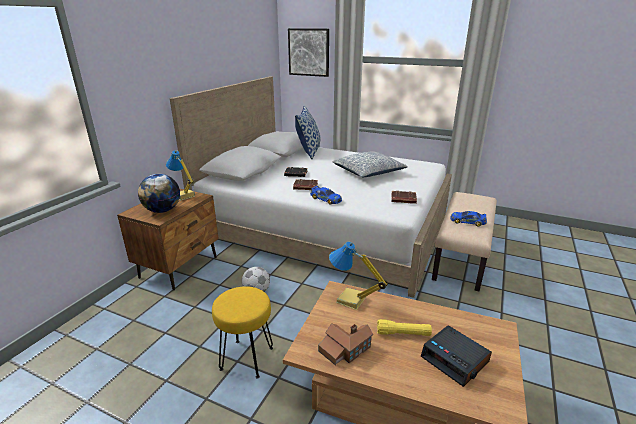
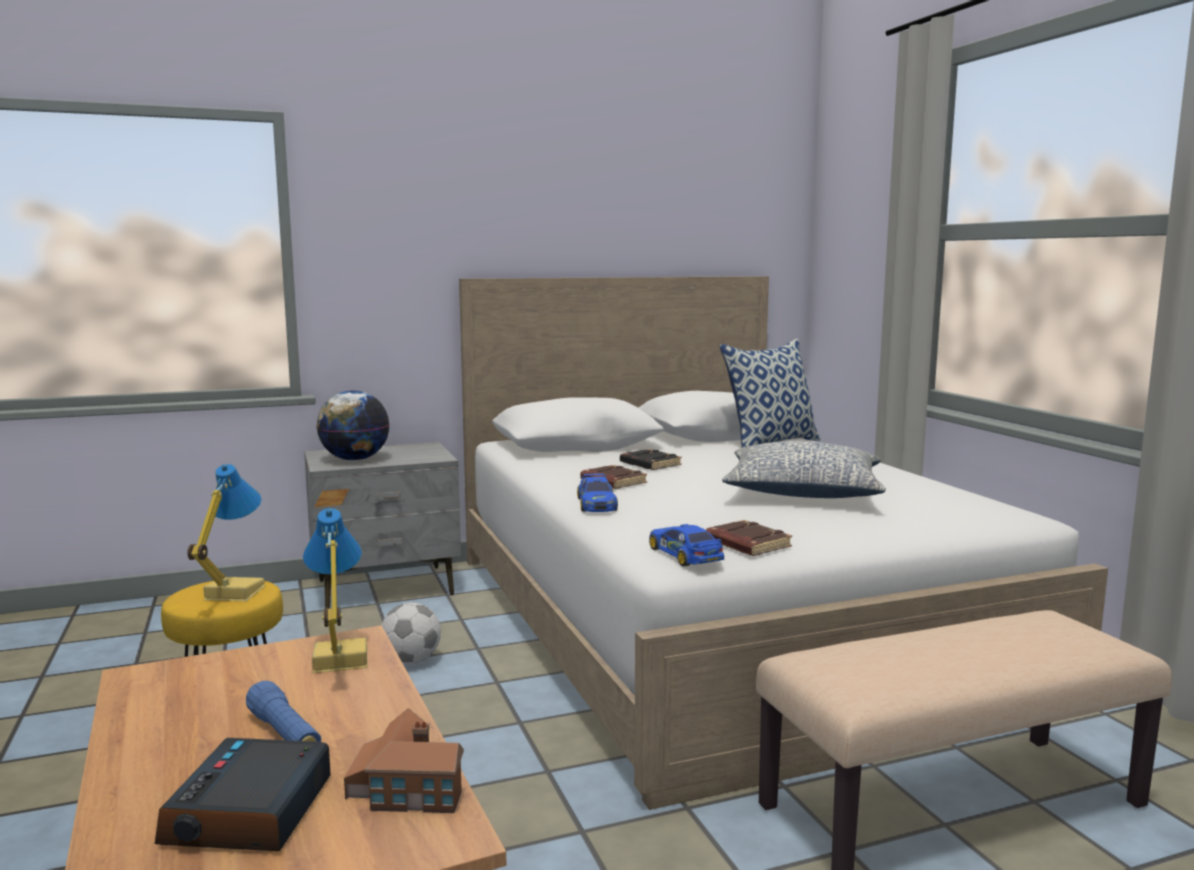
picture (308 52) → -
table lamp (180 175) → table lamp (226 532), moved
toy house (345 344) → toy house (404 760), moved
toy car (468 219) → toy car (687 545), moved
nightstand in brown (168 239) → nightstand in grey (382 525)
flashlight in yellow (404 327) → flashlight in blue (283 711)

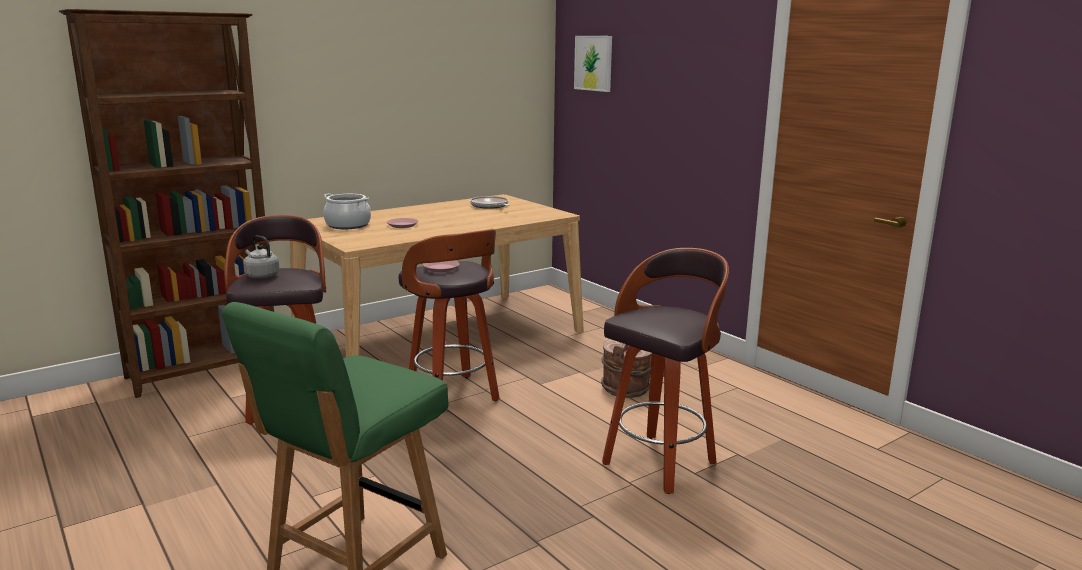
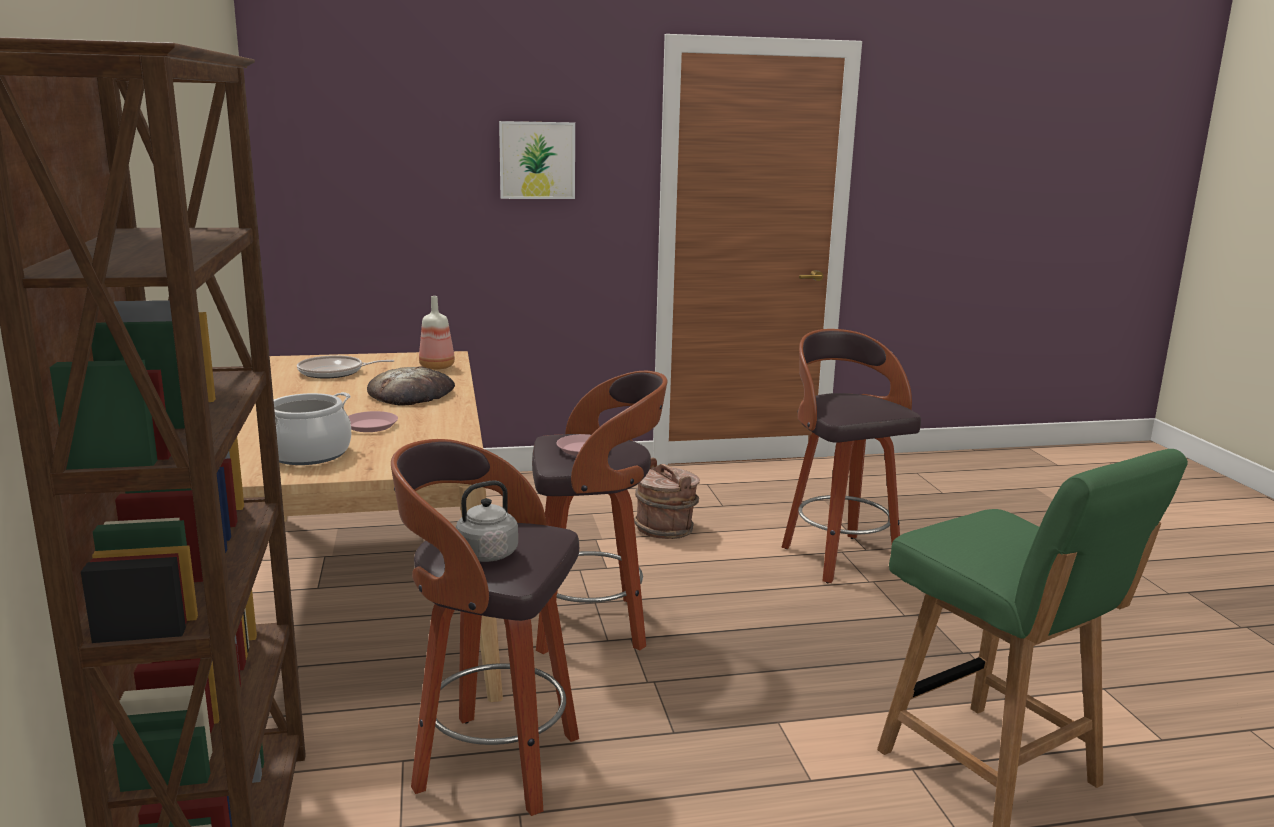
- → bread (411 385)
- → bottle (437 333)
picture (593 64) → picture (537 160), moved

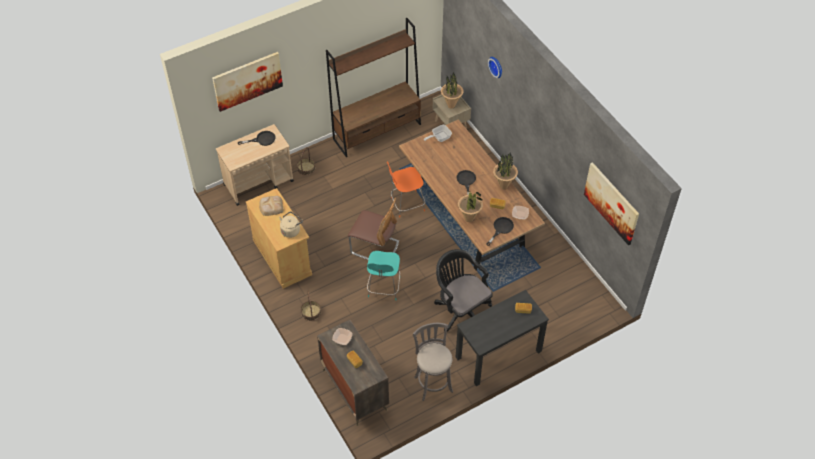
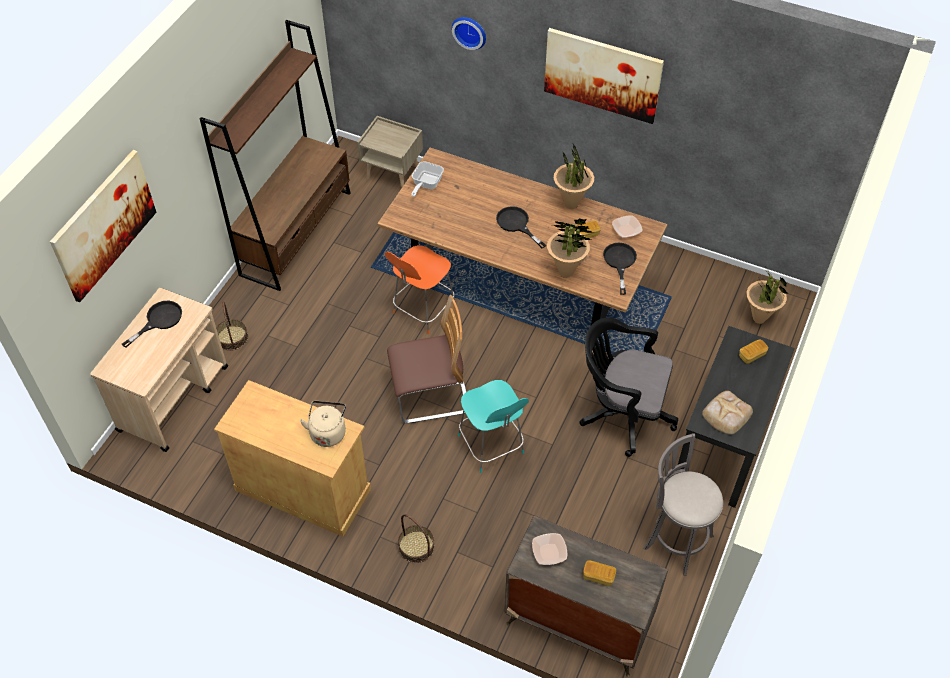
bread (271 206) → bread (727 413), moved
potted plant (452 90) → potted plant (767 296), moved
picture (611 203) → picture (604 76), moved

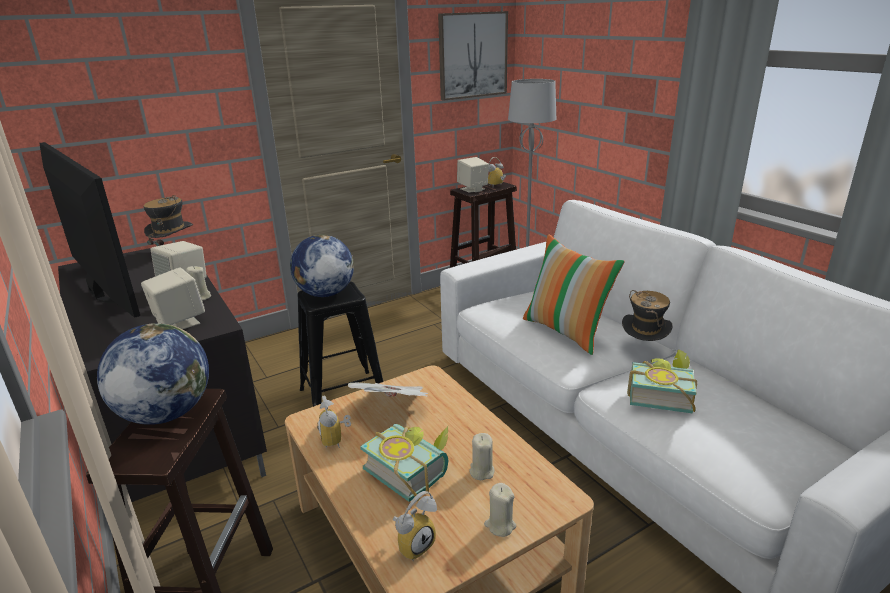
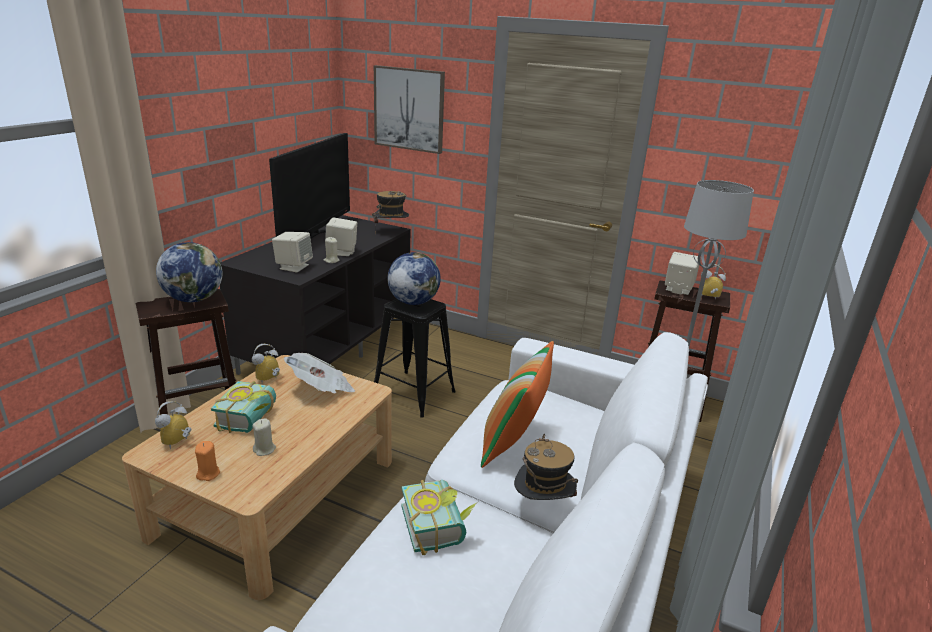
picture (473 56) → picture (409 109), moved
candle in beige (500 510) → candle in orange (207 461)
alarm clock (415 526) → alarm clock (173 425), 105 degrees clockwise

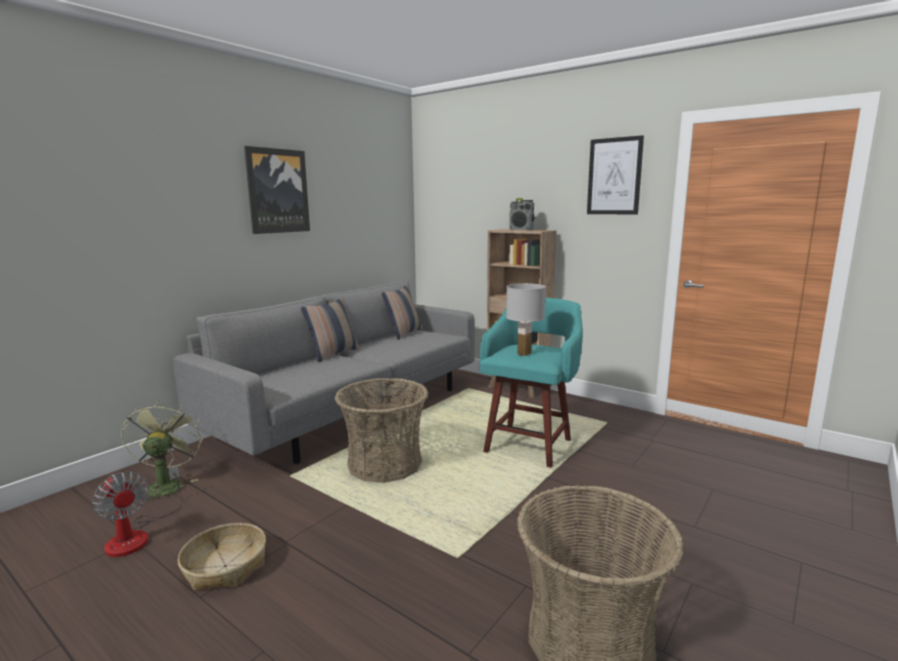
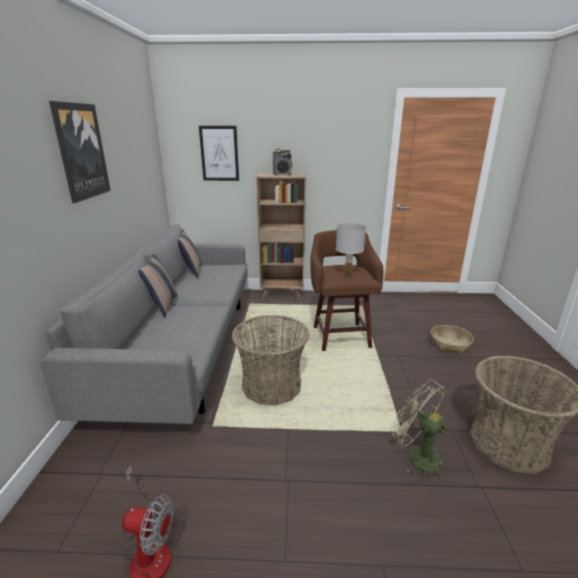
fan in green (162 452) → fan in green (418 430), moved
basket (222 557) → basket (452 339), moved
picture (615 174) → picture (219 153), moved
stool in turquoise (531 383) → stool in brown (347 290)

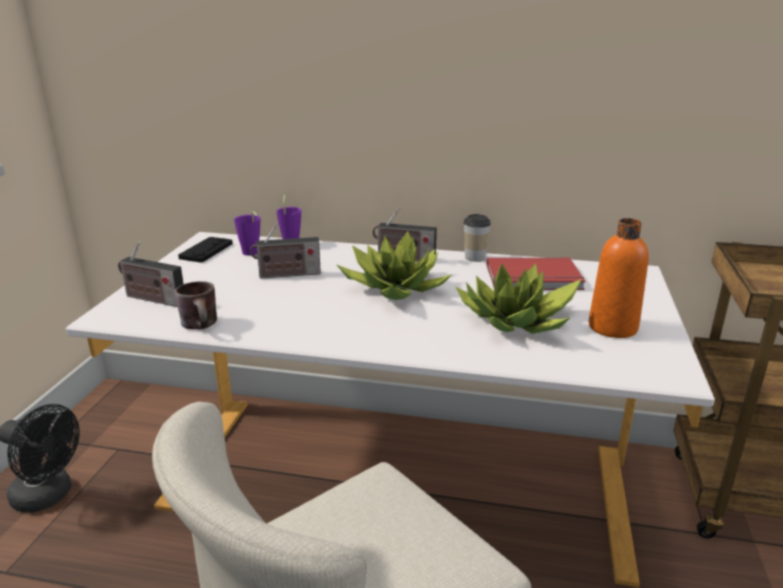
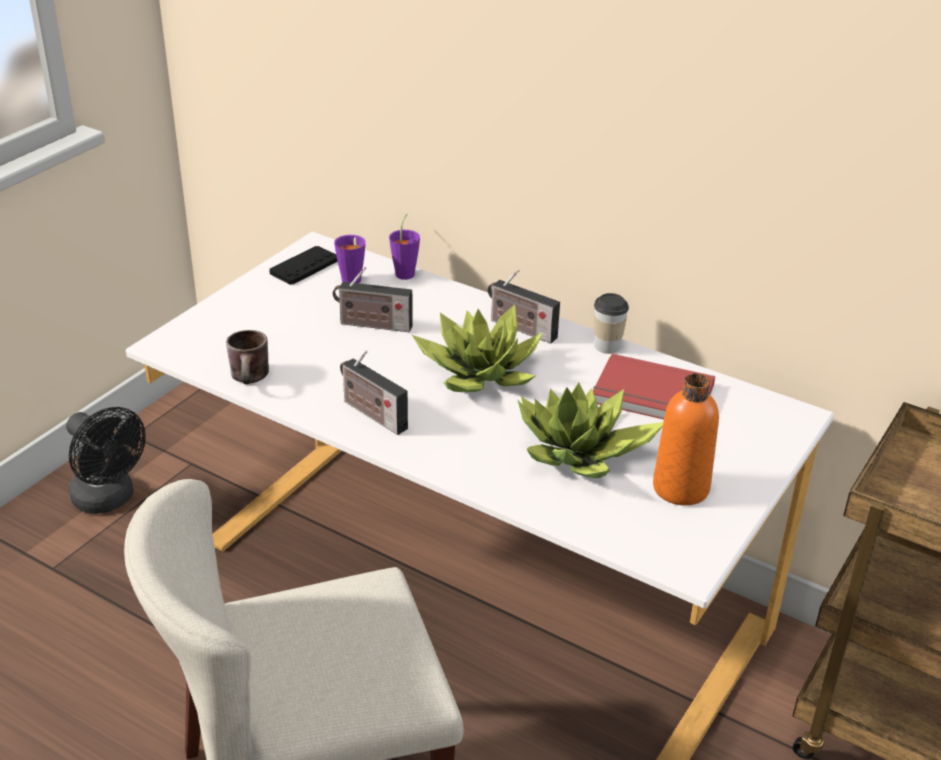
radio (151 274) → radio (374 392), moved

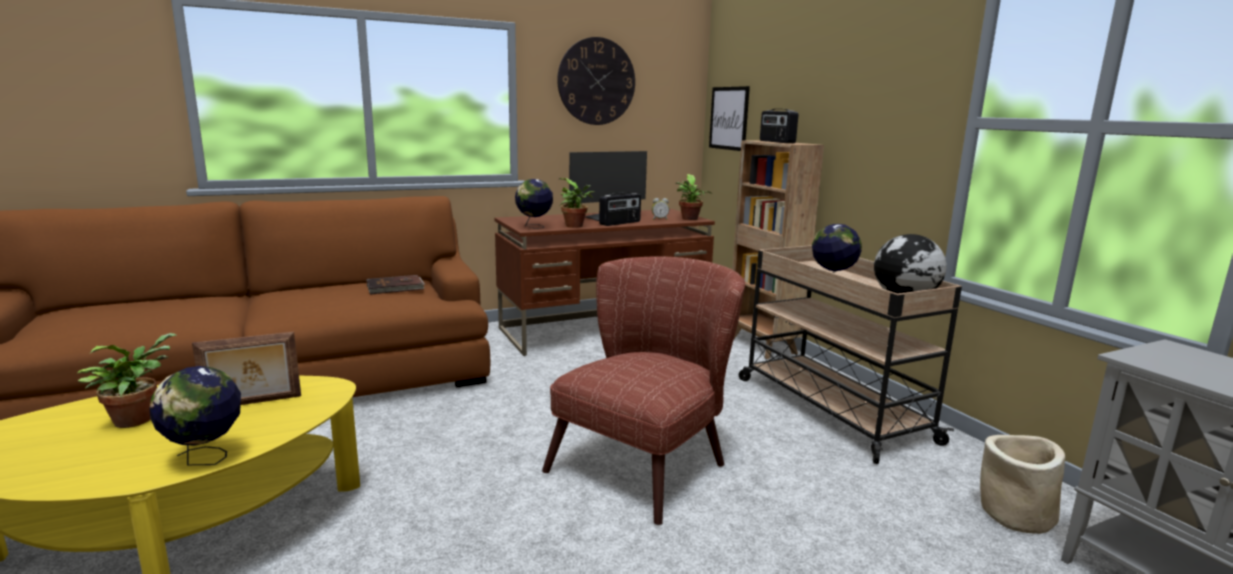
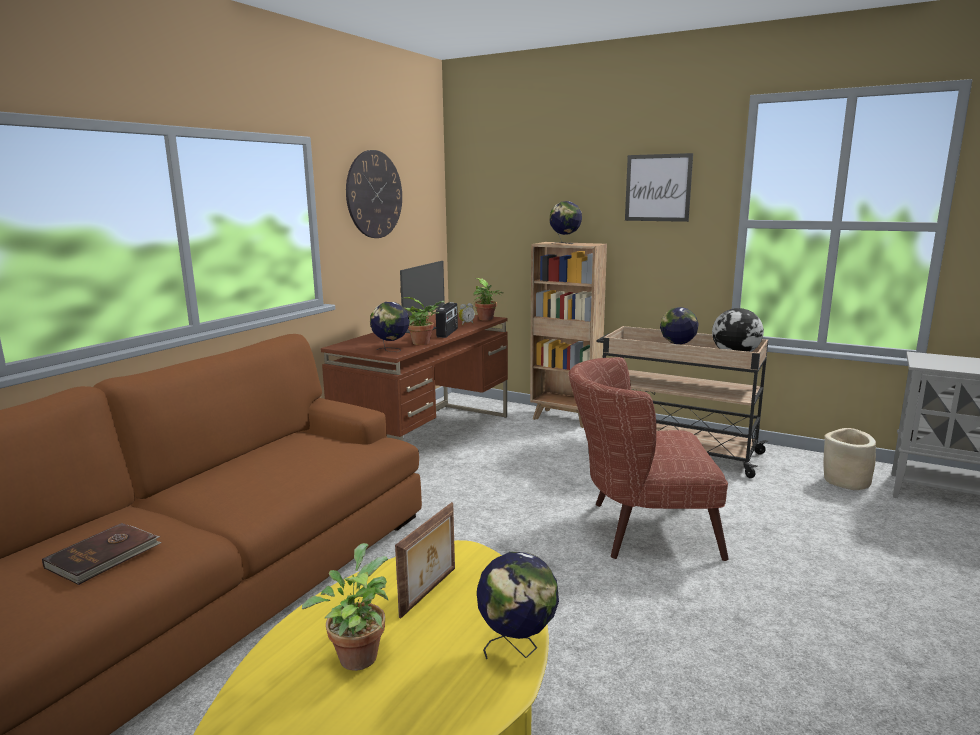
book in brown (395 285) → book in brown (102 554), moved
picture (729 118) → picture (659 187), moved
radio (779 126) → globe (565 222)
armchair in brown (643 390) → armchair in brown (648 459), 90 degrees counterclockwise

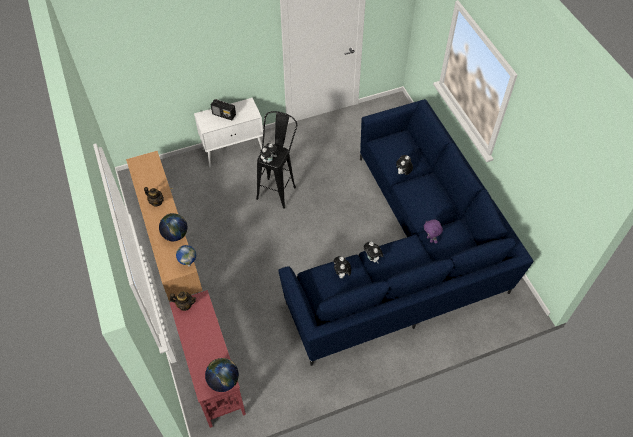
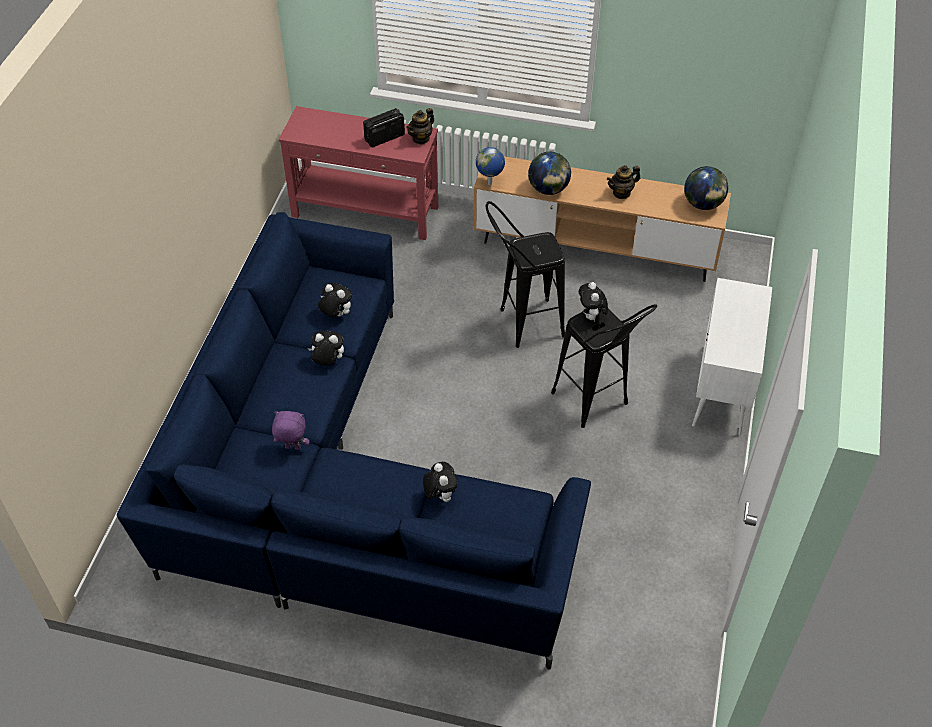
- → stool in black (525 274)
globe (222 375) → globe (706 188), moved
radio (223 109) → radio (384 128), moved

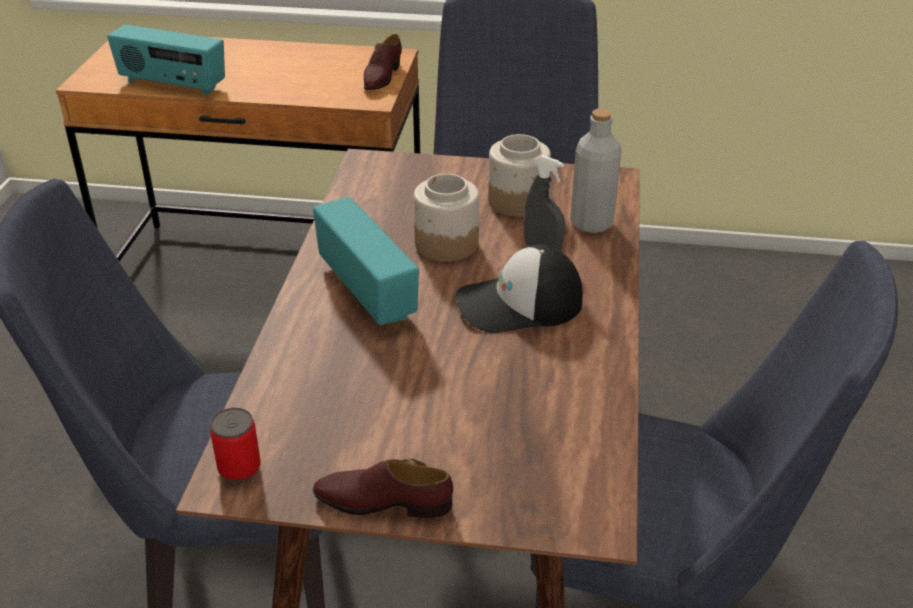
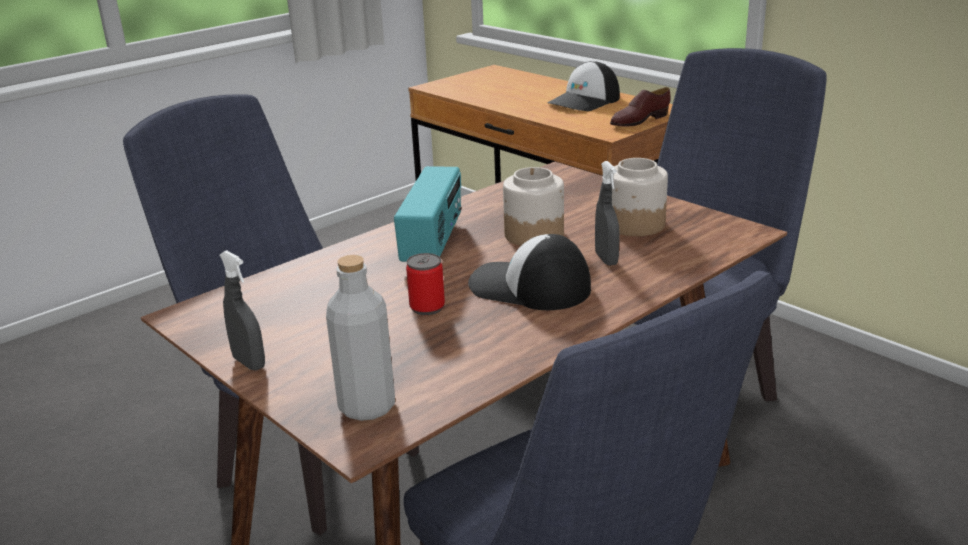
radio (166 60) → -
- → cap (583 86)
can (235 445) → can (425 284), moved
bottle in grey (596 170) → bottle in grey (360 338), moved
shoe in brown (383 488) → spray bottle in grey (242 310)

